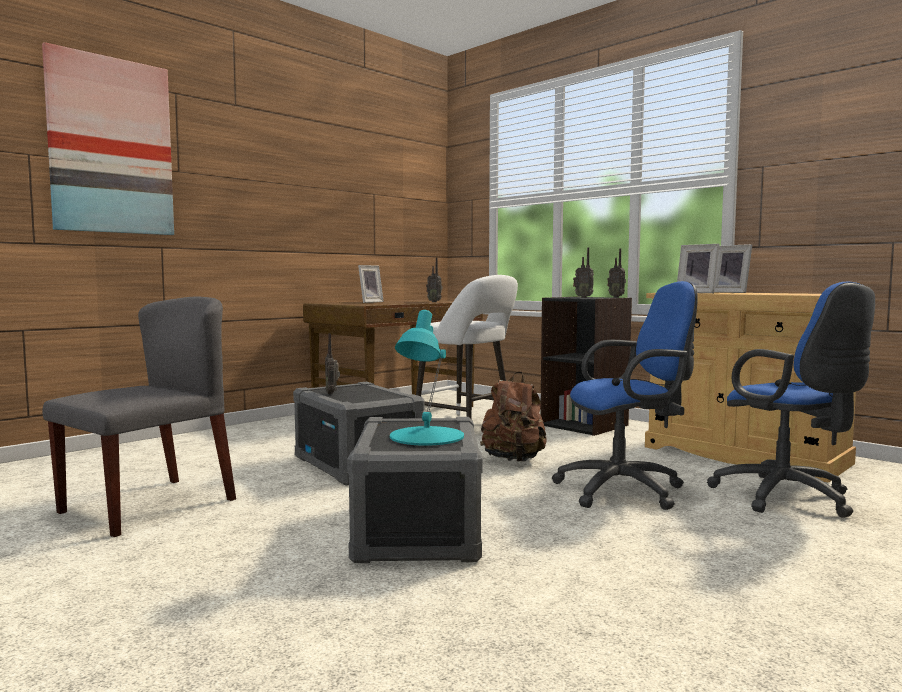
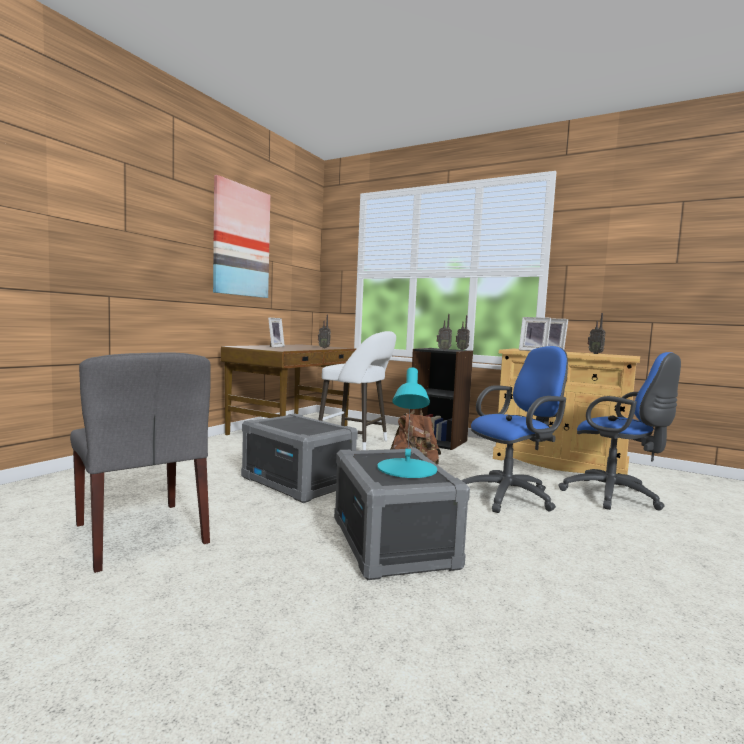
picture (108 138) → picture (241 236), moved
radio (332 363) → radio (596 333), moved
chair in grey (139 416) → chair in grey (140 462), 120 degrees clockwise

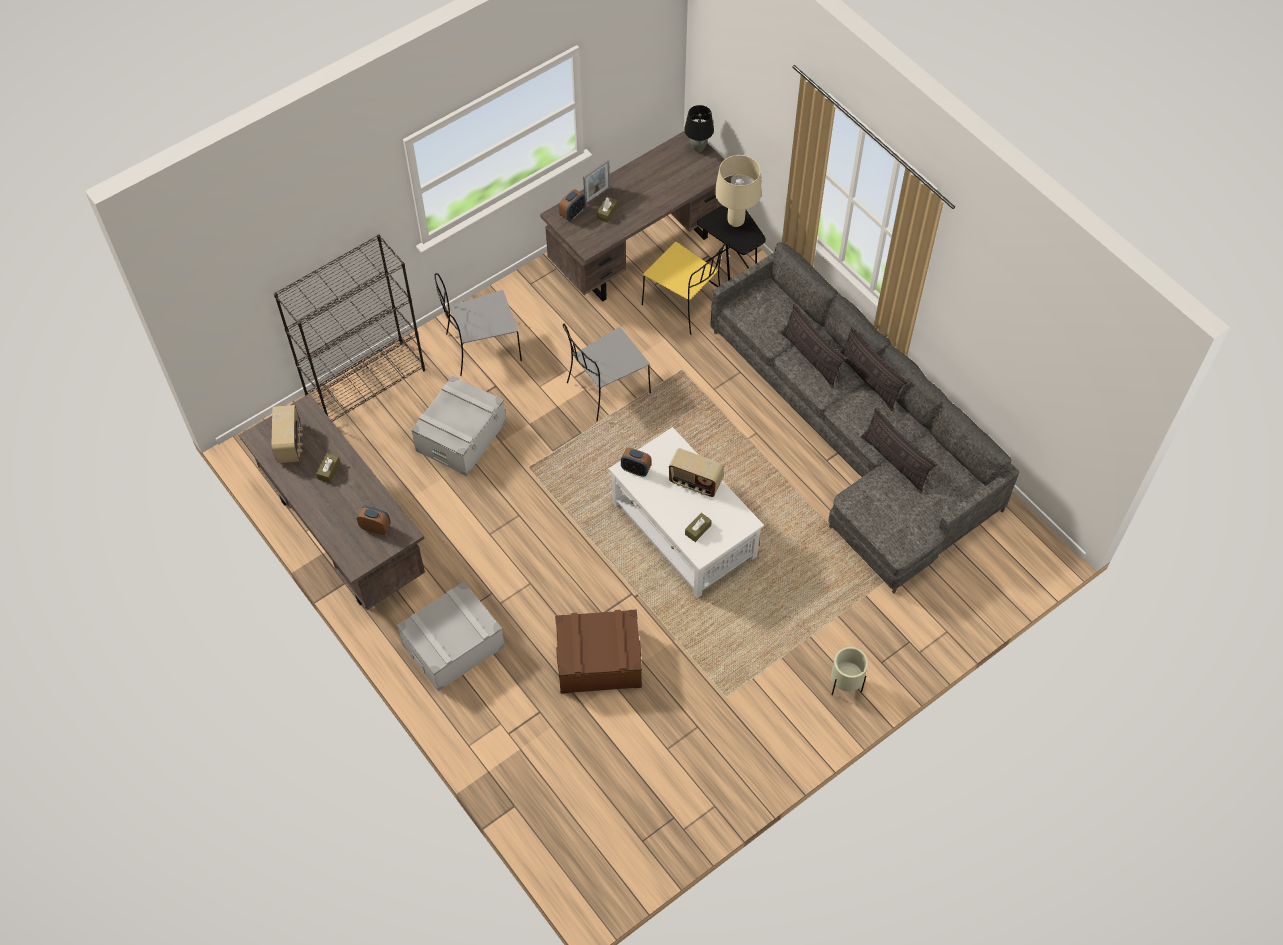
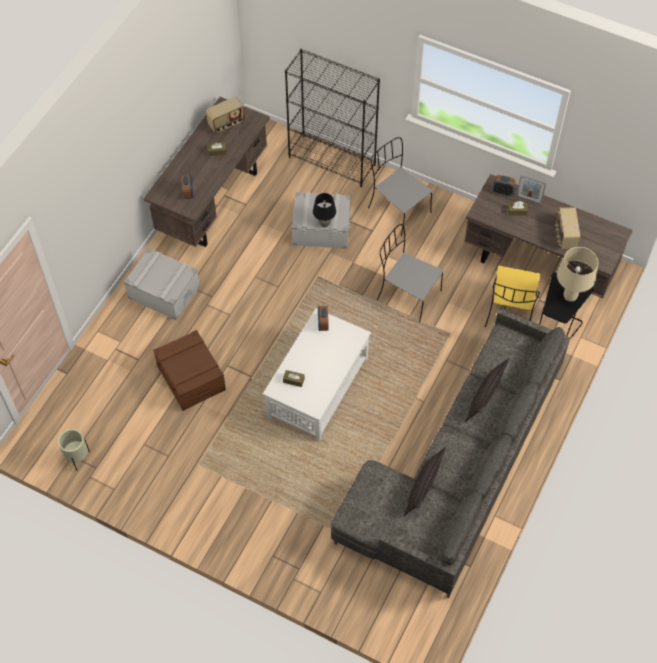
pillow (874 369) → -
radio (696 472) → radio (567 228), moved
table lamp in black (699 128) → table lamp in black (324 210), moved
planter in beige (849 671) → planter in beige (74 450), moved

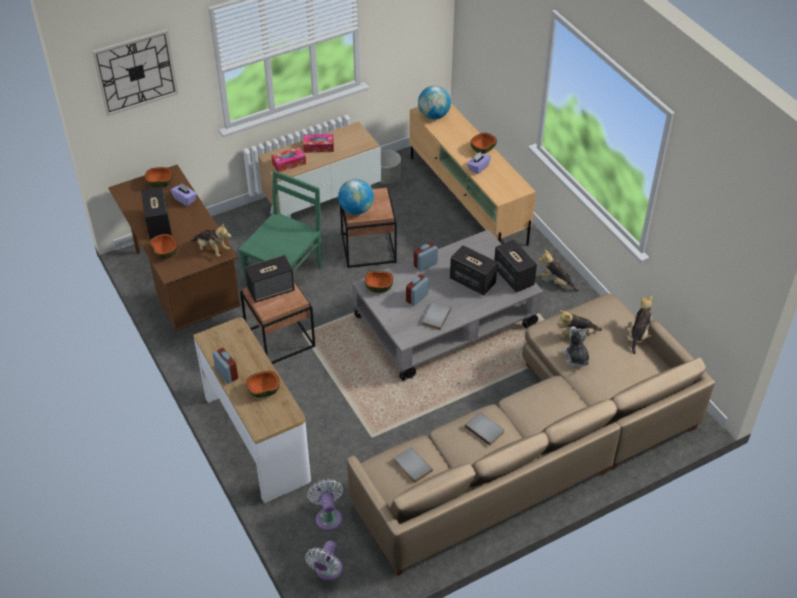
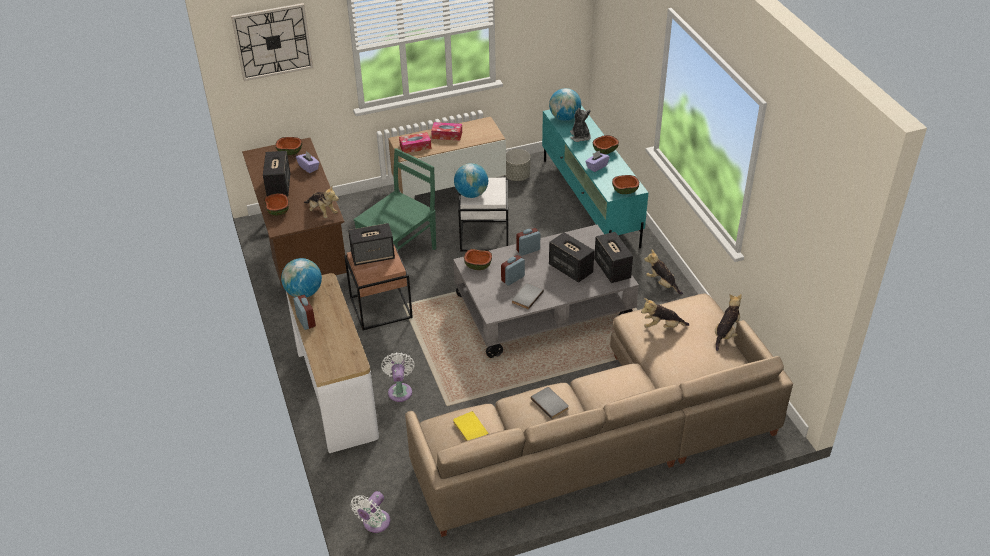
- → globe (301 278)
bowl (263 384) → bowl (625 184), moved
fan in white (325 505) → fan in white (398 377), moved
plush toy (575 346) → plush toy (580 125), moved
side table in brown (368 228) → side table in white (483 215)
book in grey (413 465) → book in yellow (471 426)
tv stand in beige (472 175) → tv stand in turquoise (595 176)

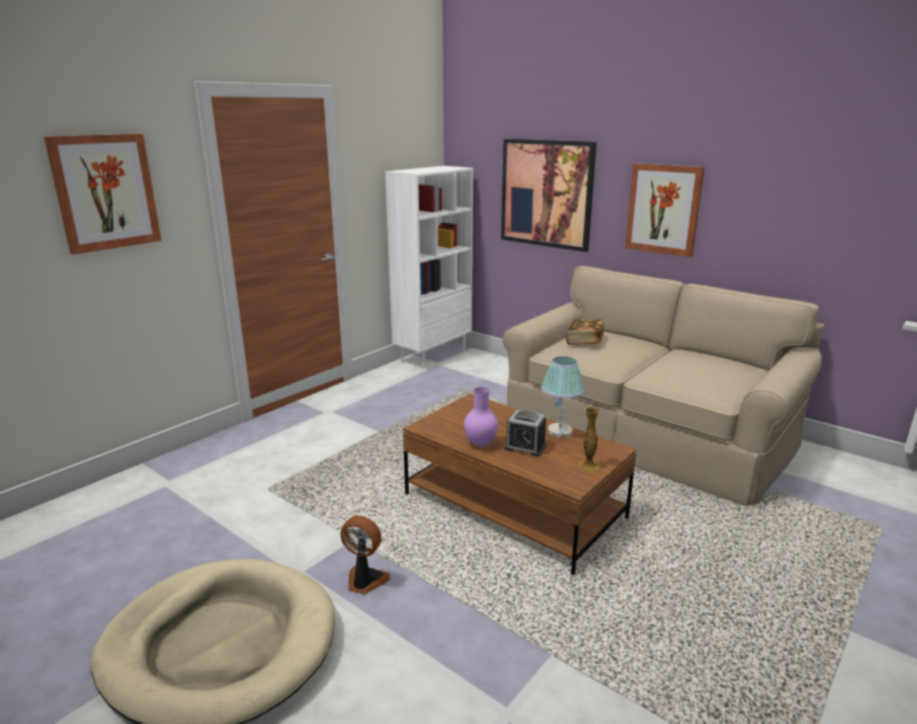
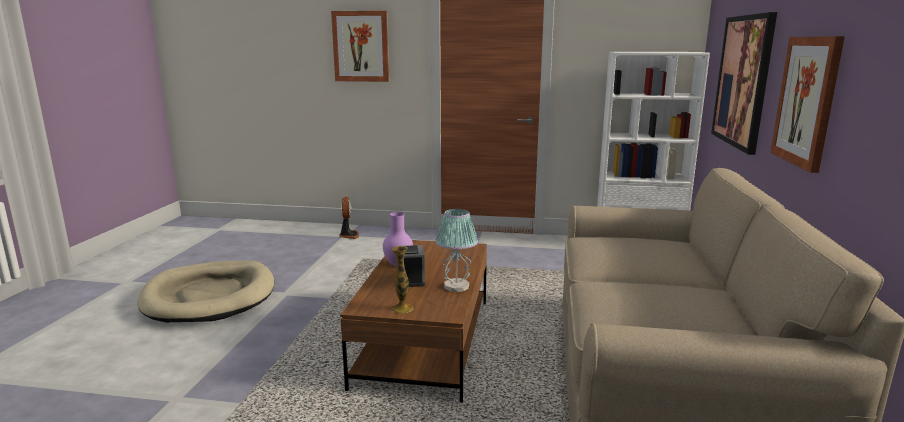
book (585 332) → -
fan (365 555) → fan (349 218), moved

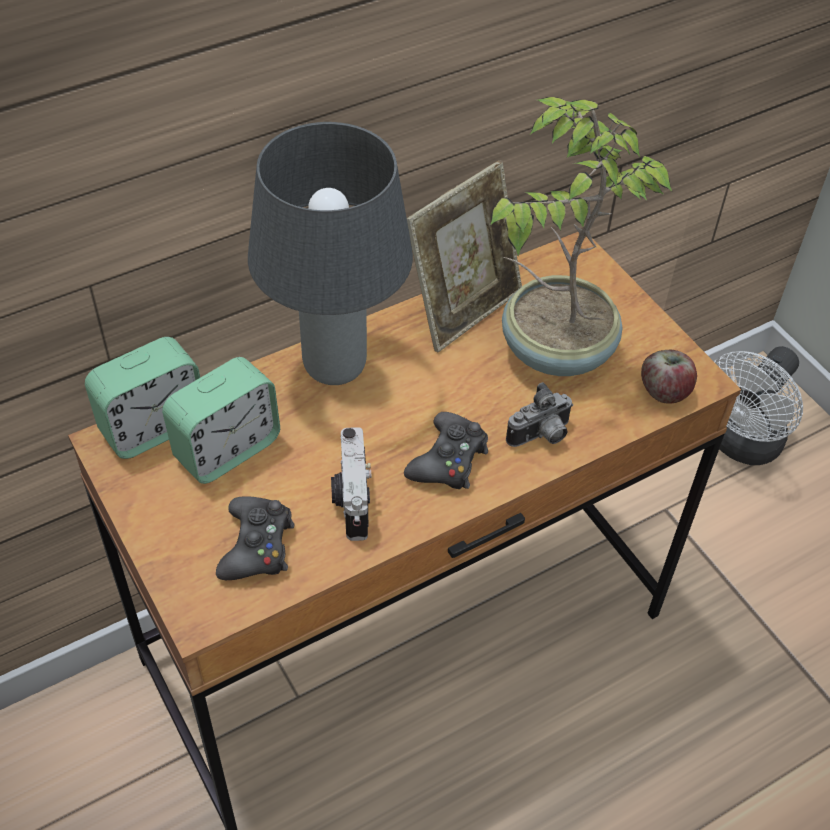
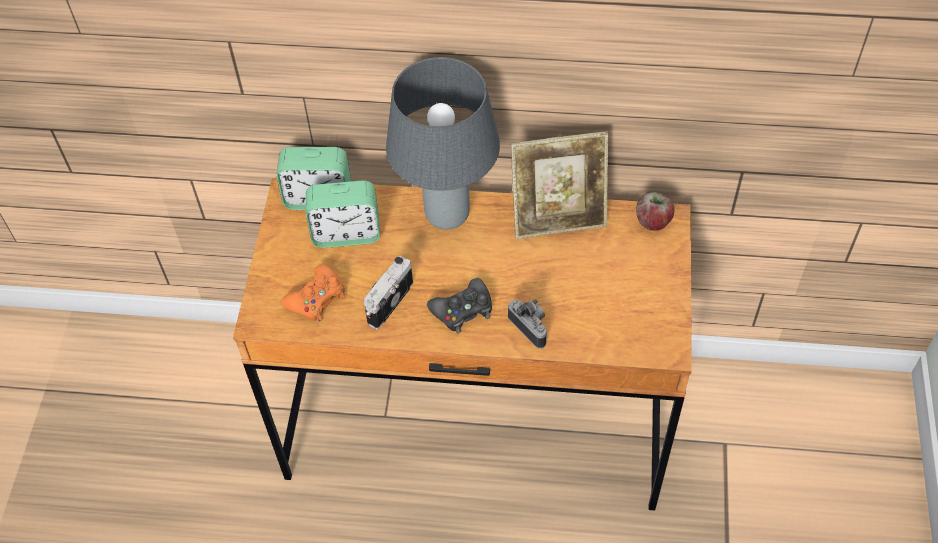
potted plant (581 236) → -
fan in white (758 405) → -
apple (669 377) → apple (655 211), moved
game controller in black (255 538) → game controller in orange (313 293)
photo camera (539 414) → photo camera (528 324), 135 degrees counterclockwise

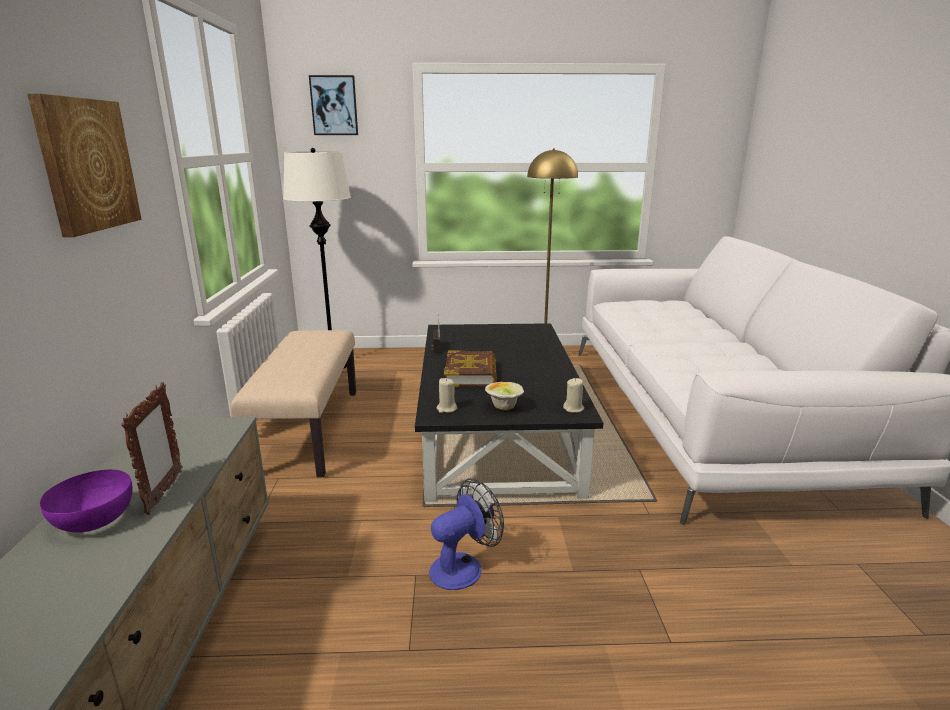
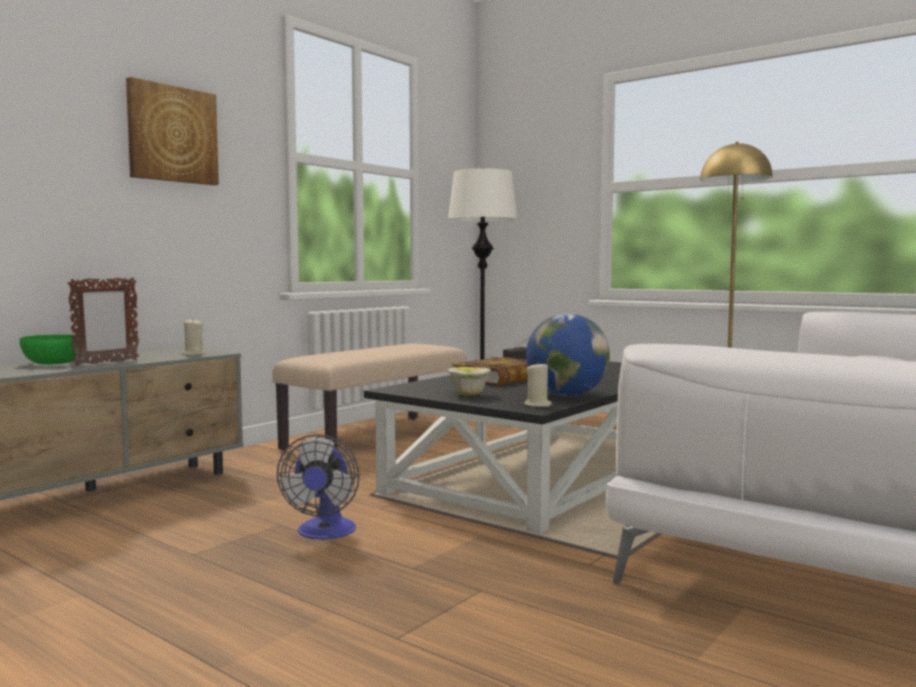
picture (333 105) → -
- → globe (568 354)
candle in beige (447 395) → candle in beige (193 337), moved
bowl in purple (86 500) → bowl in green (50 350)
fan (466 534) → fan (318 487), 90 degrees clockwise

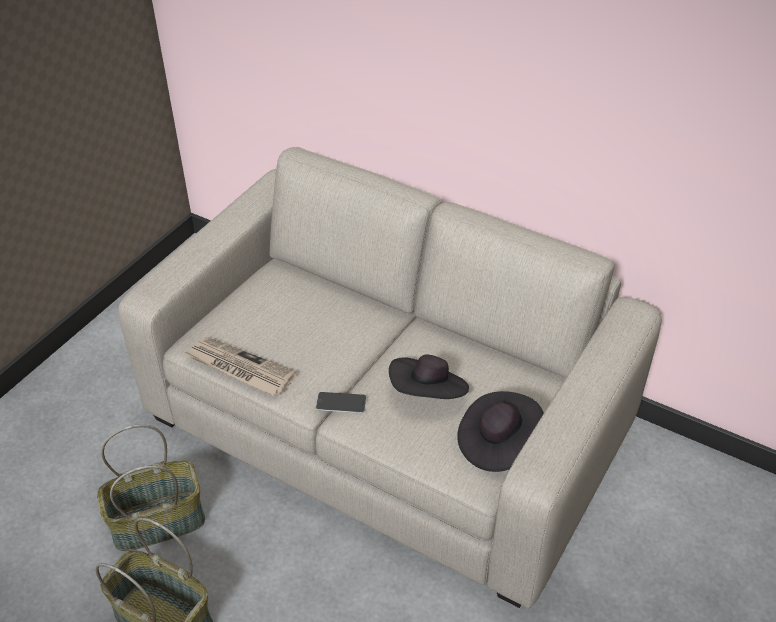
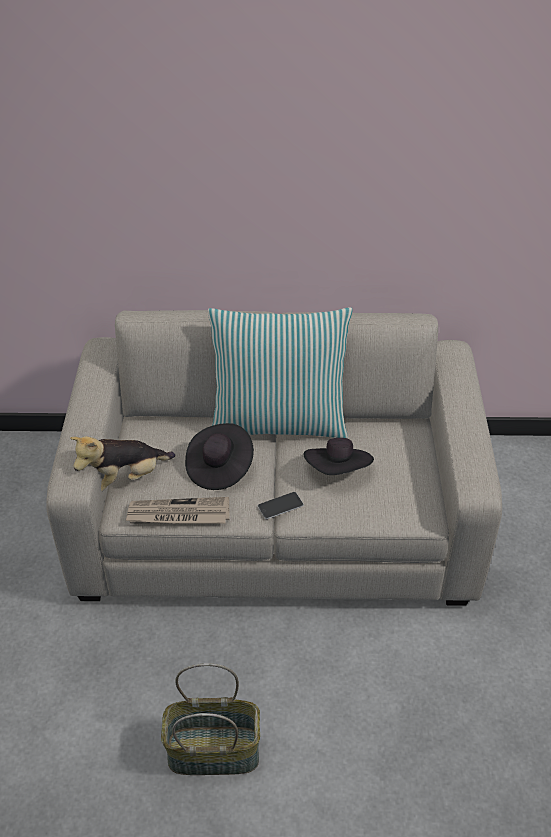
basket (151 487) → -
- → plush toy (122 463)
- → pillow (280 372)
hat in black (500 431) → hat in black (219 456), moved

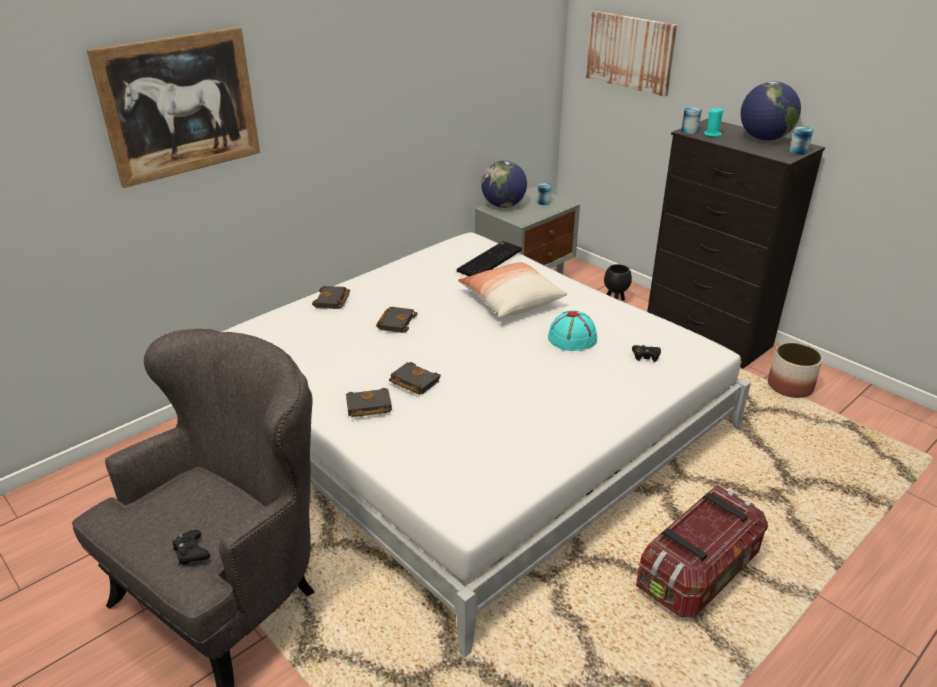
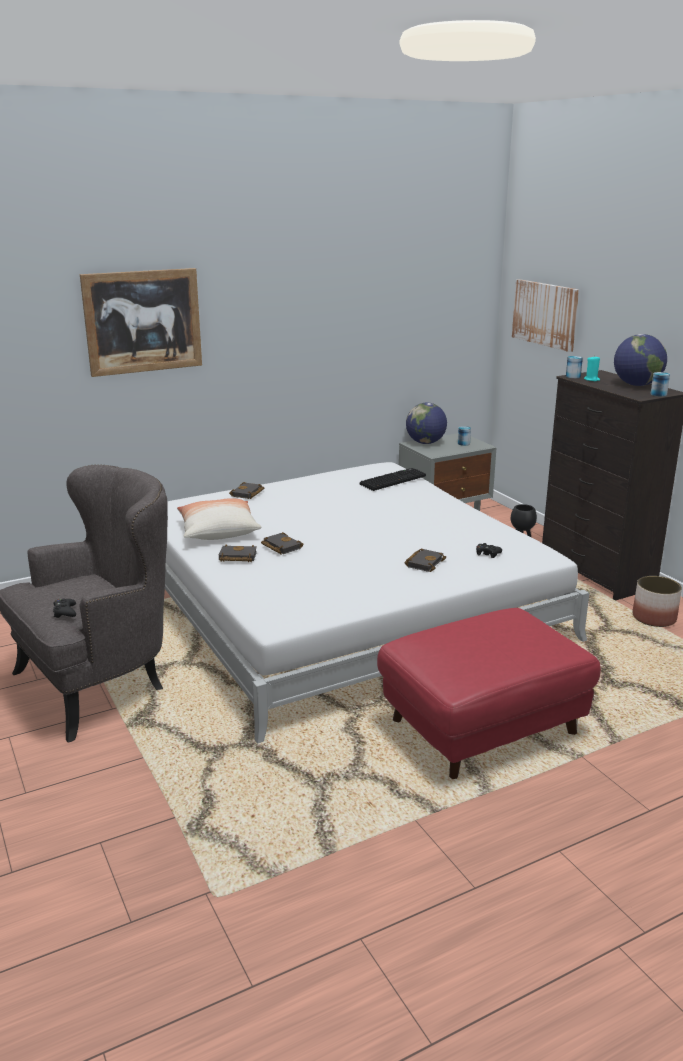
hat in turquoise (572 330) → -
book in black (397 320) → book in black (425 560), moved
pillow (512 289) → pillow (219 519), moved
storage box (702 551) → ottoman in red (489 693)

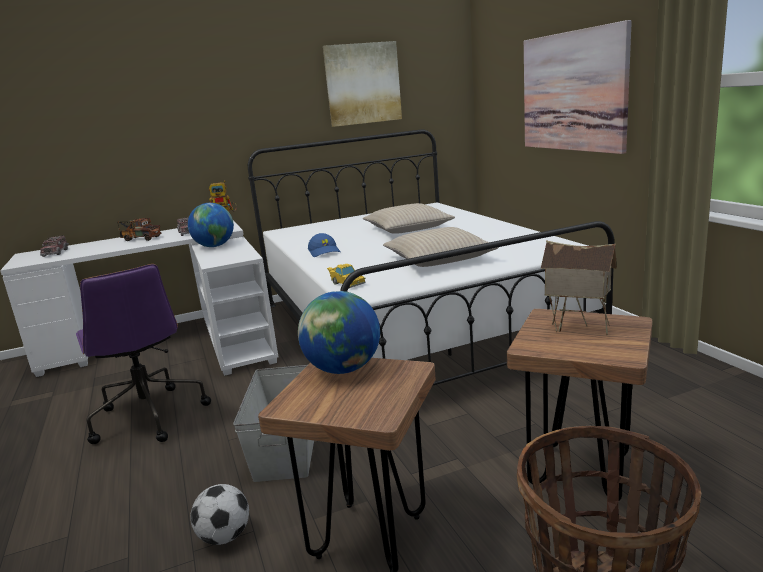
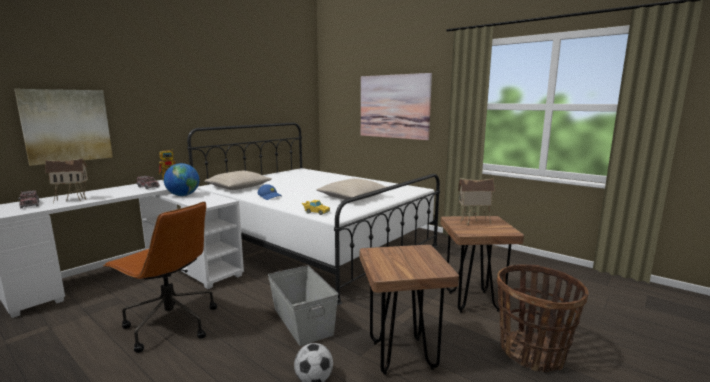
toy truck (139 229) → -
globe (339 332) → -
- → toy house (66 180)
picture (362 84) → picture (63 127), moved
pillow in beige (409 218) → pillow in beige (238 180), moved
office chair in purple (143 354) → office chair in brown (160 277)

